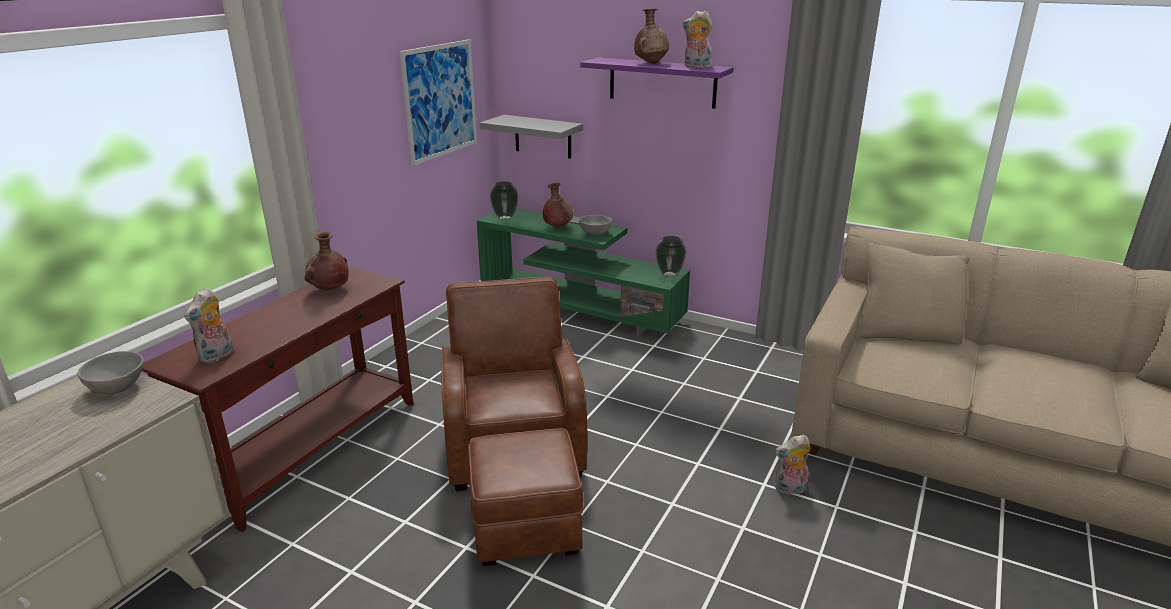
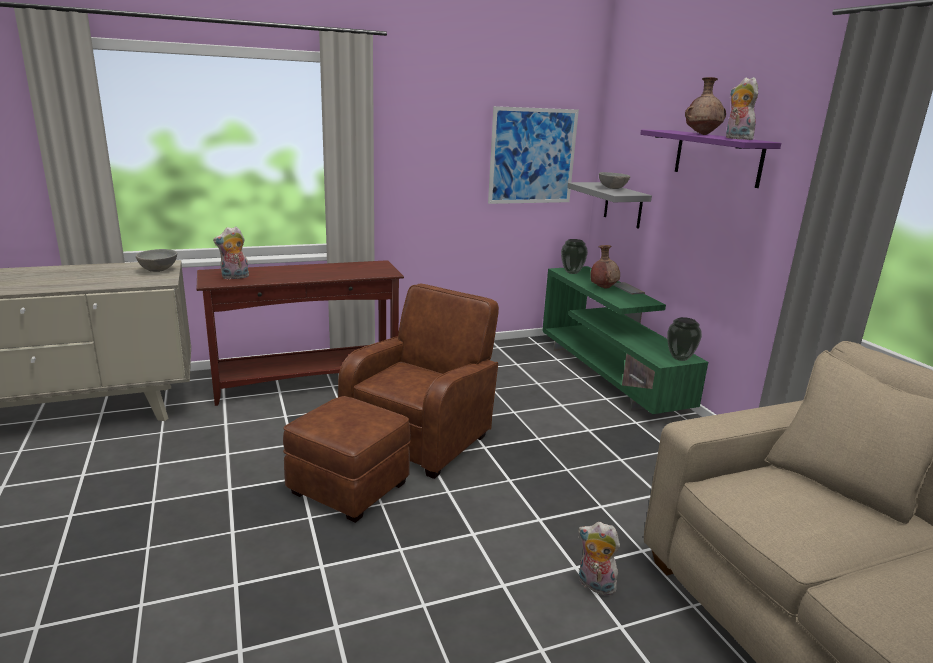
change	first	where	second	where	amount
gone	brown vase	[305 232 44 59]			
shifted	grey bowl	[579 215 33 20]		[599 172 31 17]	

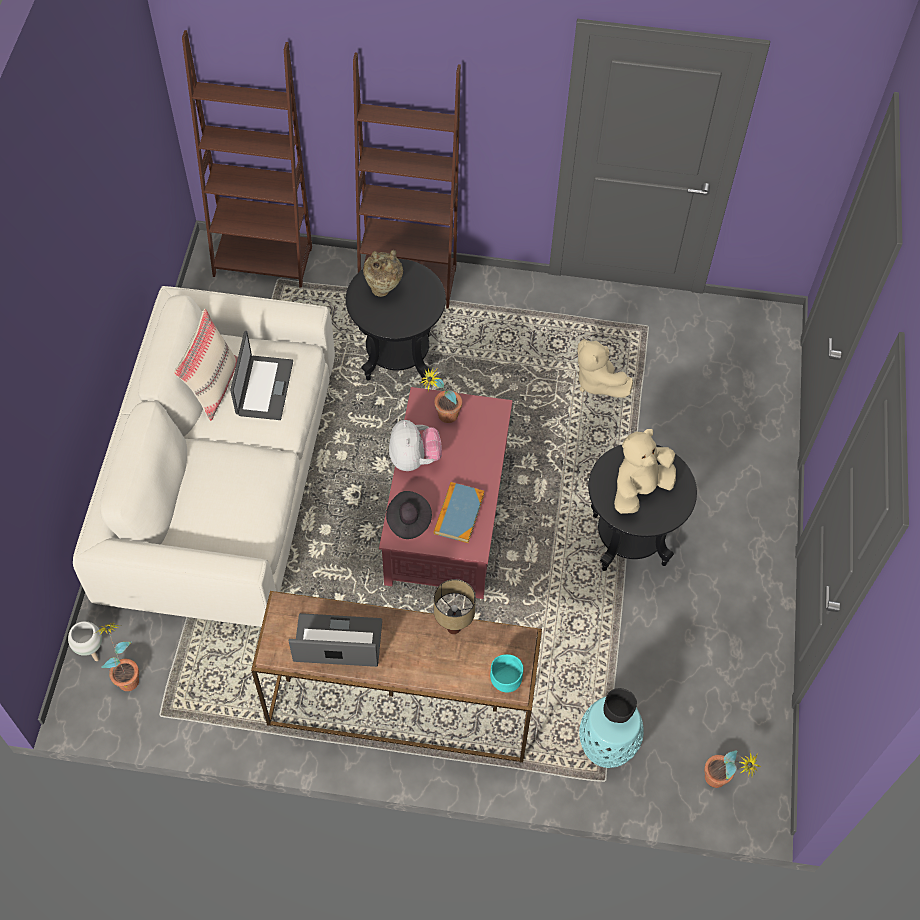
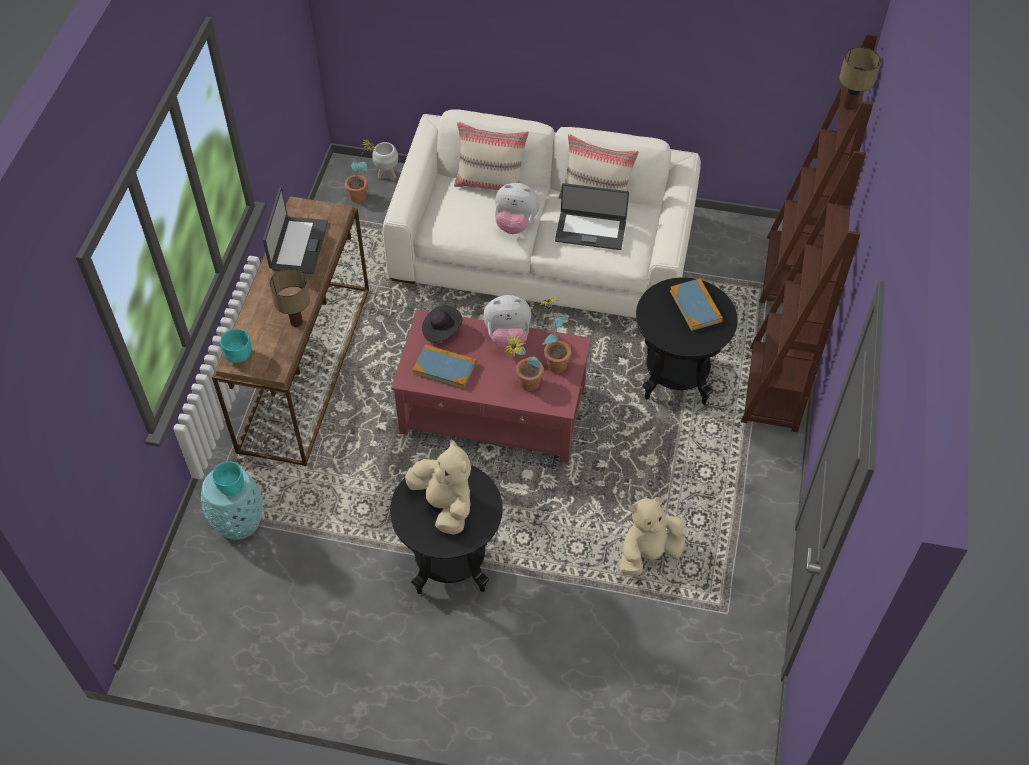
change	first	where	second	where	amount
swapped	beige vase	[363 250 40 47]	book	[670 279 53 52]	
repainted	black bowl	[604 688 33 35]	turquoise bowl	[212 461 32 35]	
shifted	potted plant	[704 750 57 38]		[505 334 39 57]	
new			beige pillow	[454 121 75 69]	
new			plush toy	[495 183 44 51]	
new			table lamp	[839 47 42 63]	

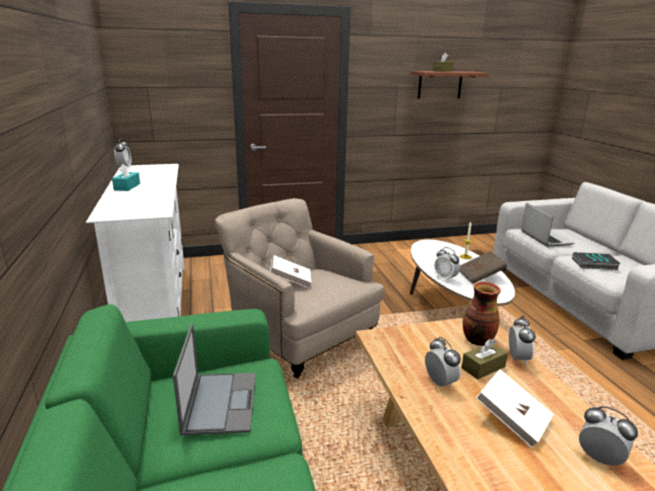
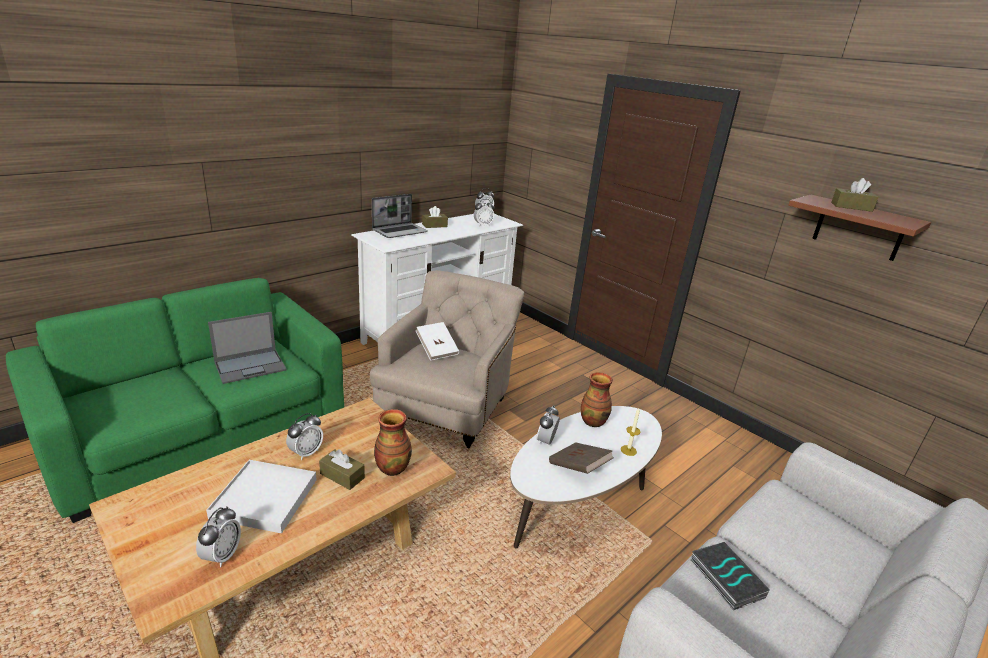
change	first	where	second	where	amount
repainted	turquoise tissue box	[112 164 28 27]	brown tissue box	[422 206 26 22]	
swapped	white book	[476 369 78 79]	white tray	[206 460 110 73]	
shifted	alarm clock	[509 316 27 49]		[474 199 21 27]	
shifted	laptop	[521 203 54 44]		[372 194 56 44]	
new			vase	[581 372 32 55]	

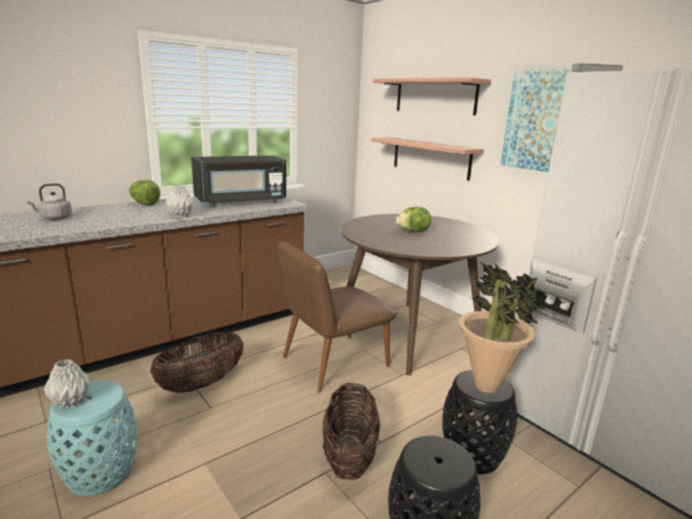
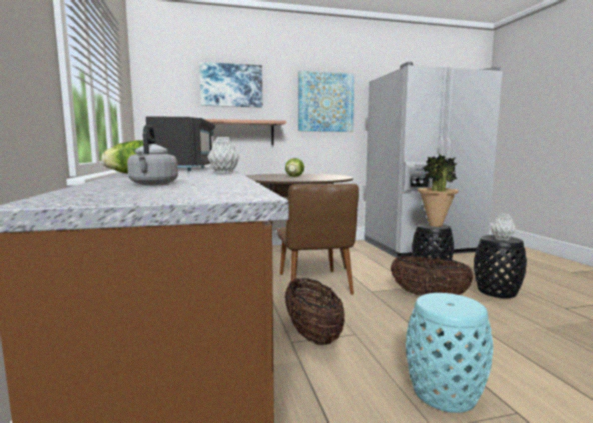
change	first	where	second	where	amount
shifted	grey vase	[44 359 47 50]		[490 213 26 28]	
swapped	shelf	[373 78 118 37]	picture	[199 62 63 45]	

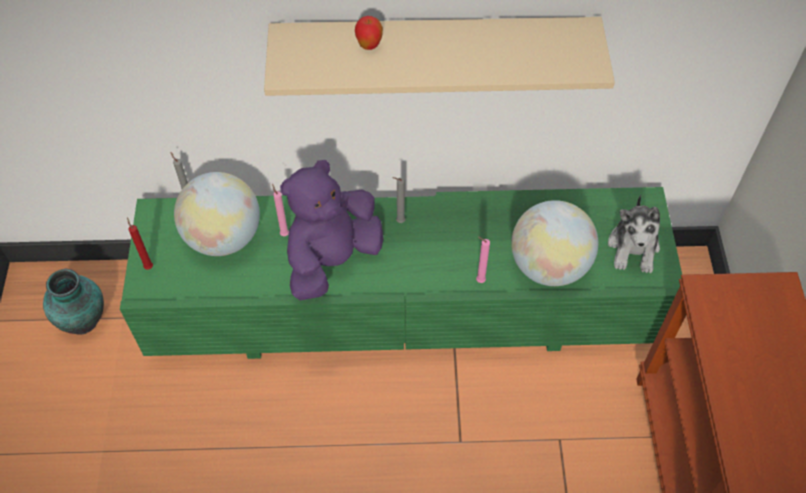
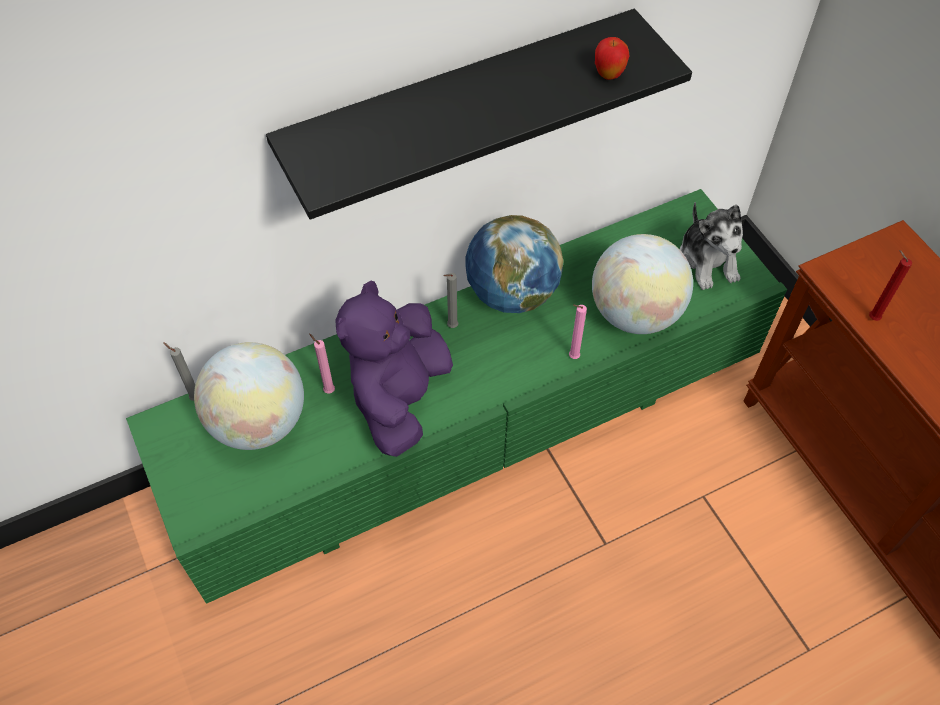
change	first	where	second	where	amount
gone	vase	[43 268 61 66]			
shifted	red candle	[127 218 26 52]		[869 250 43 71]	
repainted	beige shelf	[264 17 351 79]	black shelf	[266 9 426 211]	
shifted	apple	[355 16 28 34]		[595 37 34 43]	
new			globe	[466 215 98 98]	

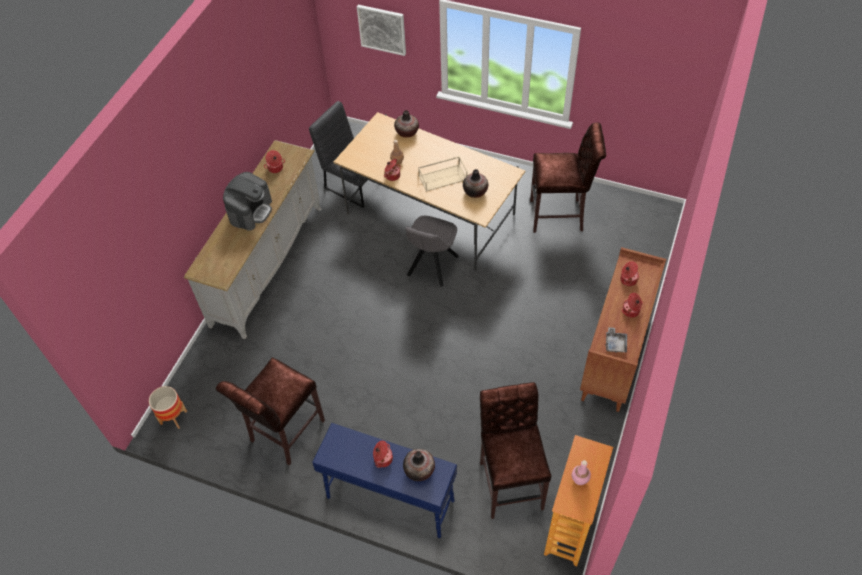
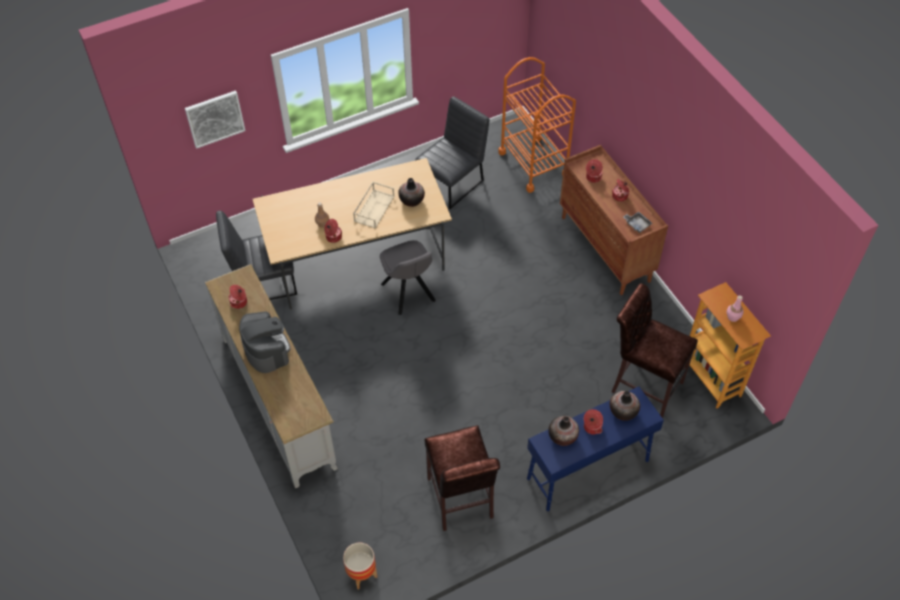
change	first	where	second	where	amount
shifted	vase	[394 110 25 28]		[548 416 31 30]	
swapped	brown stool	[530 122 76 111]	grey chair	[415 96 75 113]	
new			orange cart	[498 57 78 136]	

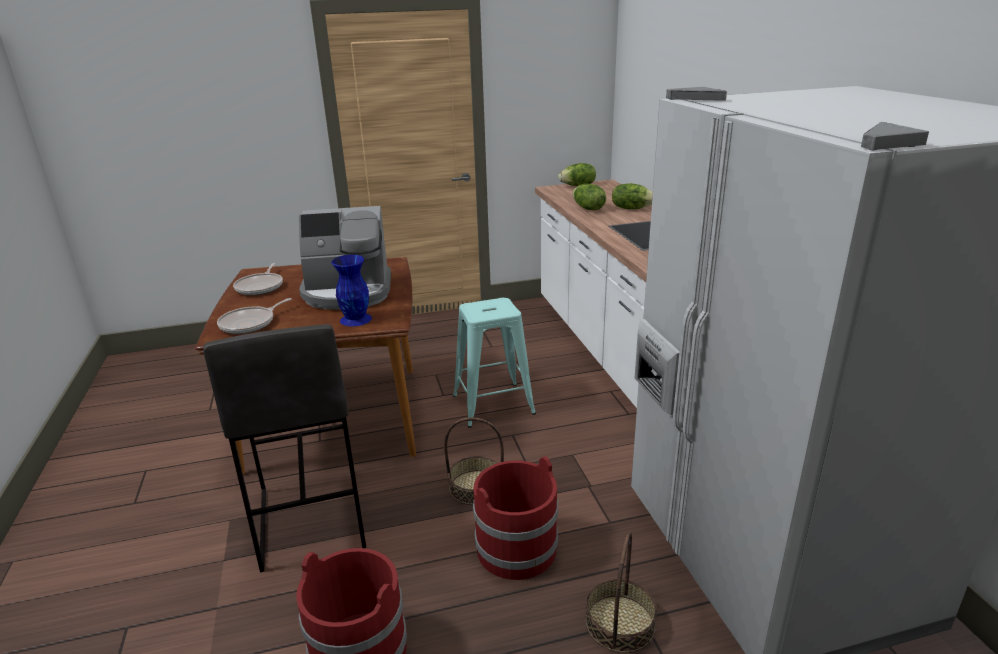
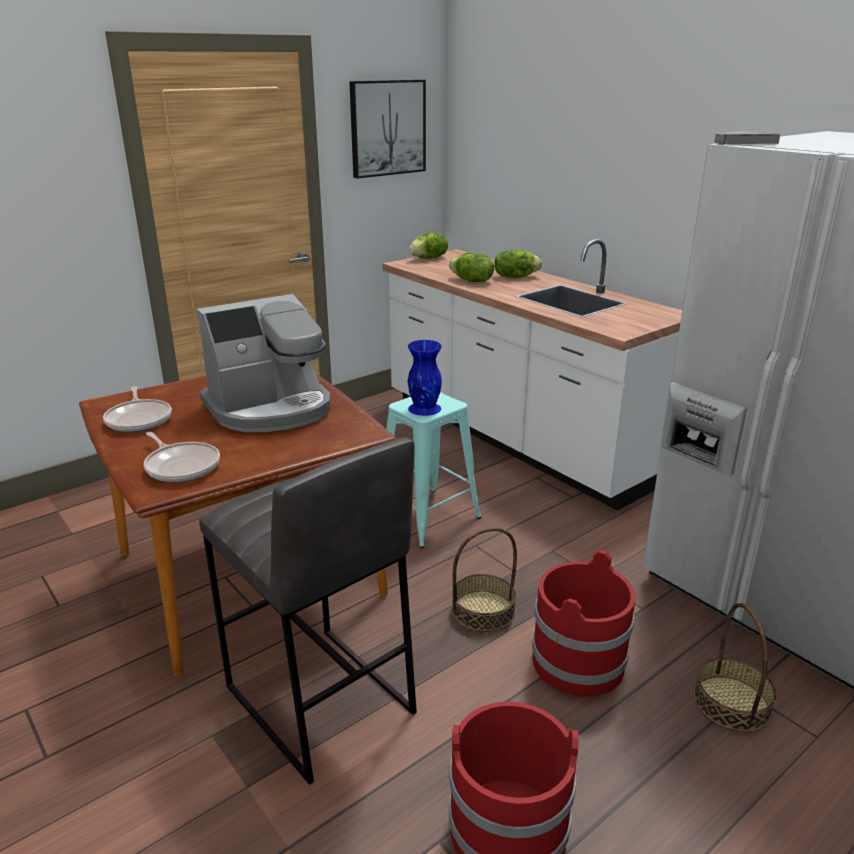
change	first	where	second	where	amount
rotated	frying pan	[217 298 75 36]		[144 432 76 50]	60 degrees counterclockwise
shifted	blue vase	[331 255 41 71]		[408 340 34 76]	
new			picture	[349 80 77 99]	

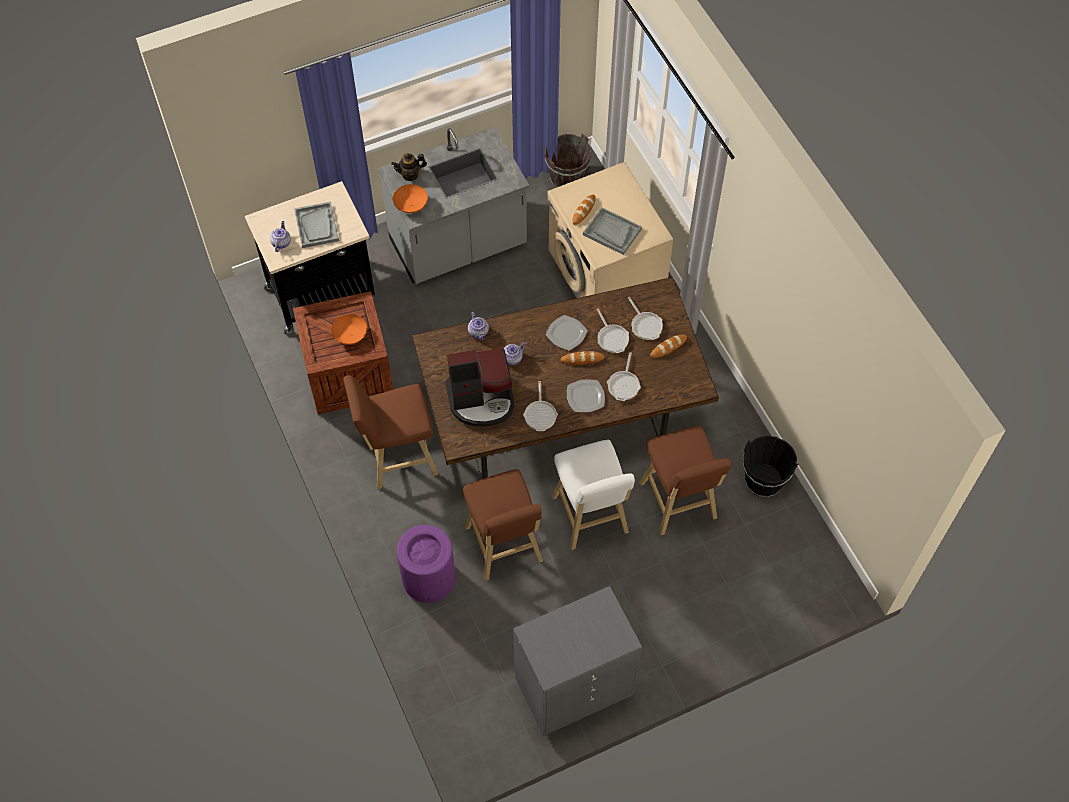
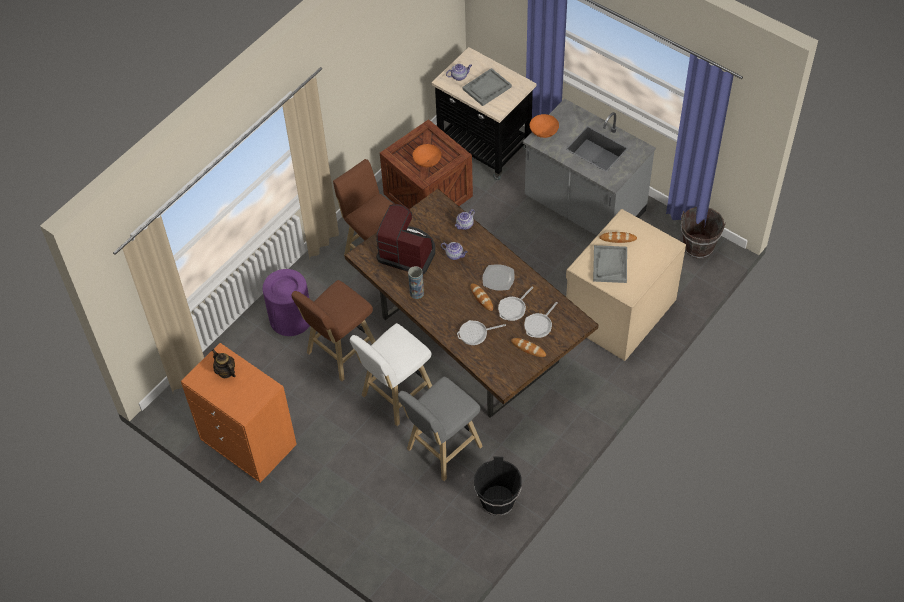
change	first	where	second	where	amount
shifted	teapot	[391 153 36 28]		[212 349 24 29]	
rotated	coffee machine	[445 348 69 79]		[376 204 59 70]	150 degrees clockwise
repainted	grey cabinet	[513 586 129 150]	orange cabinet	[181 343 116 140]	
swapped	frying pan	[523 381 35 50]	vase	[408 266 16 33]	
gone	plate	[567 380 38 32]			
repainted	brown stool	[639 425 92 110]	grey stool	[398 376 85 105]	

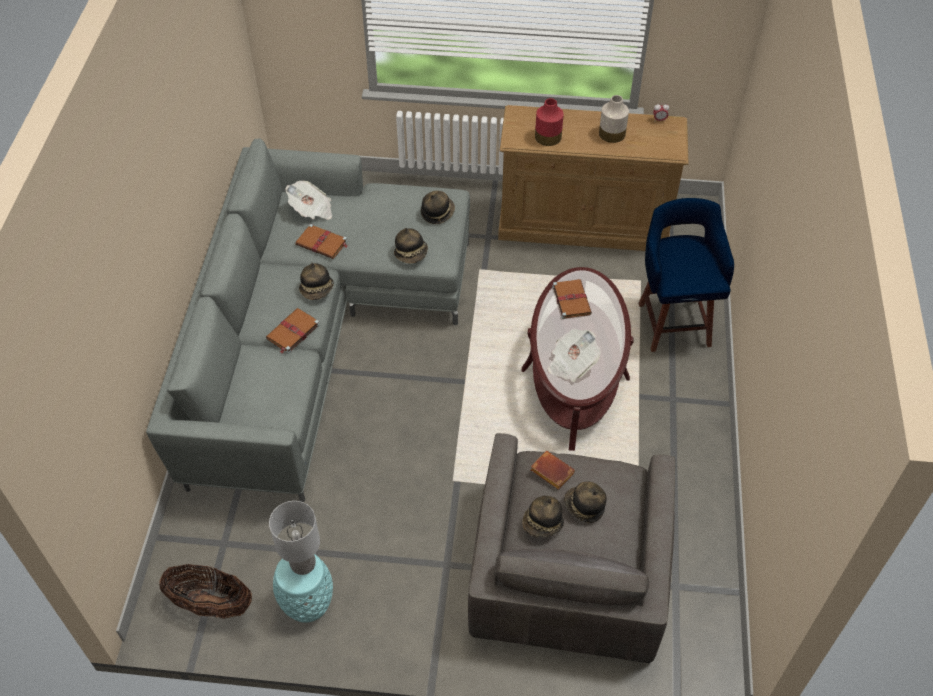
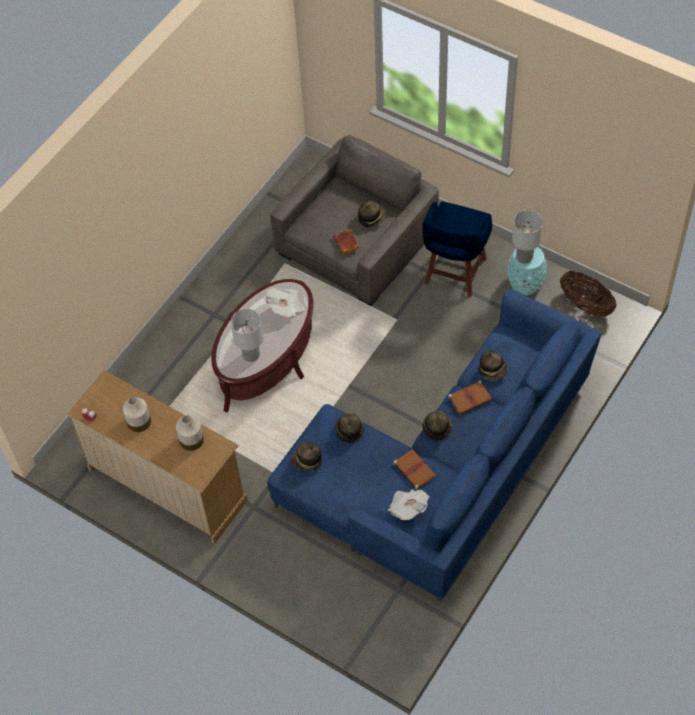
change	first	where	second	where	amount
repainted	grey sofa	[146 139 324 363]	blue sofa	[267 289 334 312]	
repainted	red vase	[535 98 29 48]	beige vase	[176 415 28 36]	
swapped	brown book	[552 279 40 40]	grey table lamp	[231 309 33 53]	
shifted	hat	[564 482 43 41]		[478 351 30 30]	
shifted	blue stool	[638 198 96 154]		[423 202 69 95]	

